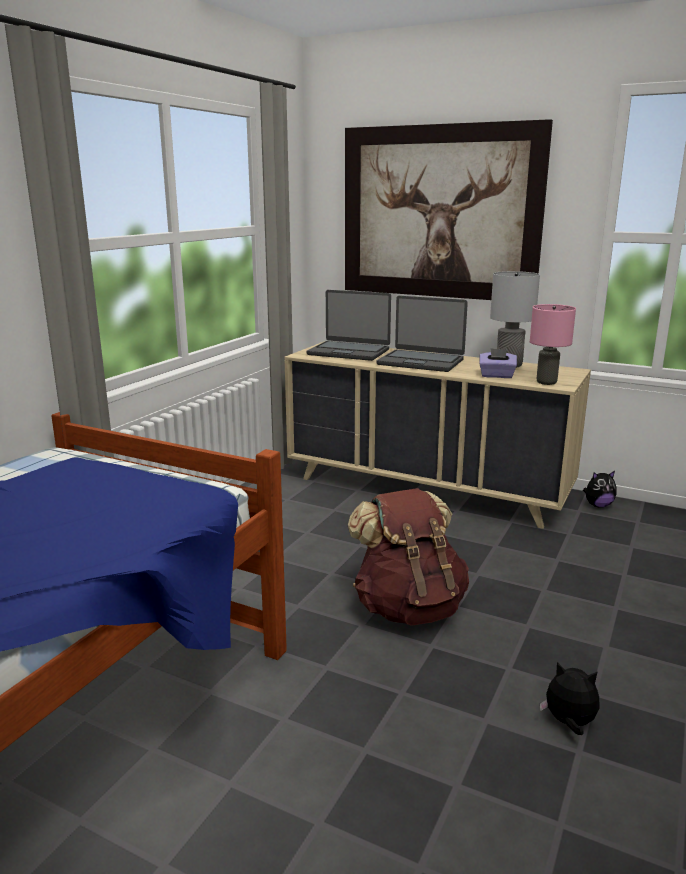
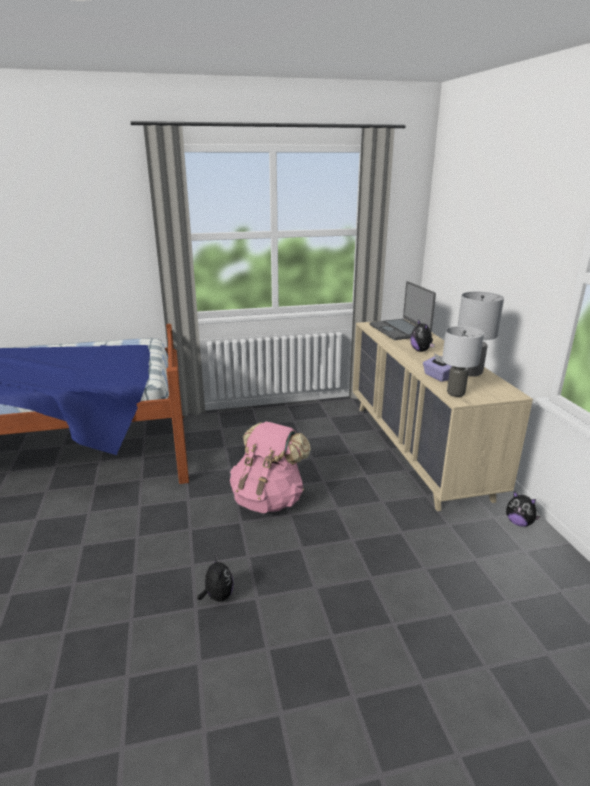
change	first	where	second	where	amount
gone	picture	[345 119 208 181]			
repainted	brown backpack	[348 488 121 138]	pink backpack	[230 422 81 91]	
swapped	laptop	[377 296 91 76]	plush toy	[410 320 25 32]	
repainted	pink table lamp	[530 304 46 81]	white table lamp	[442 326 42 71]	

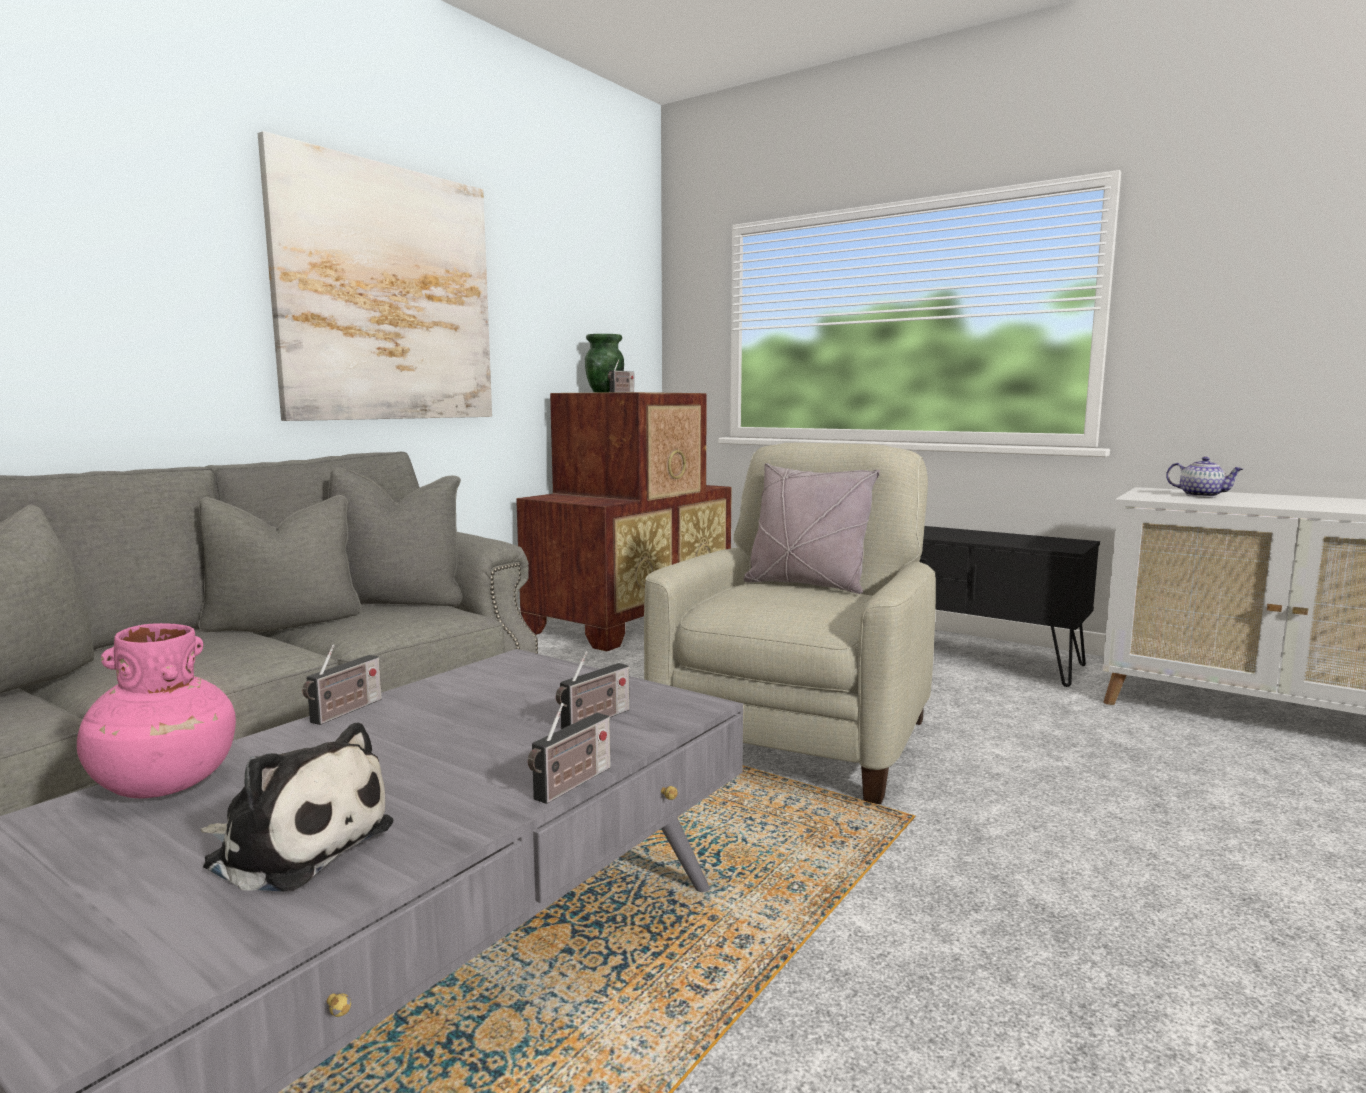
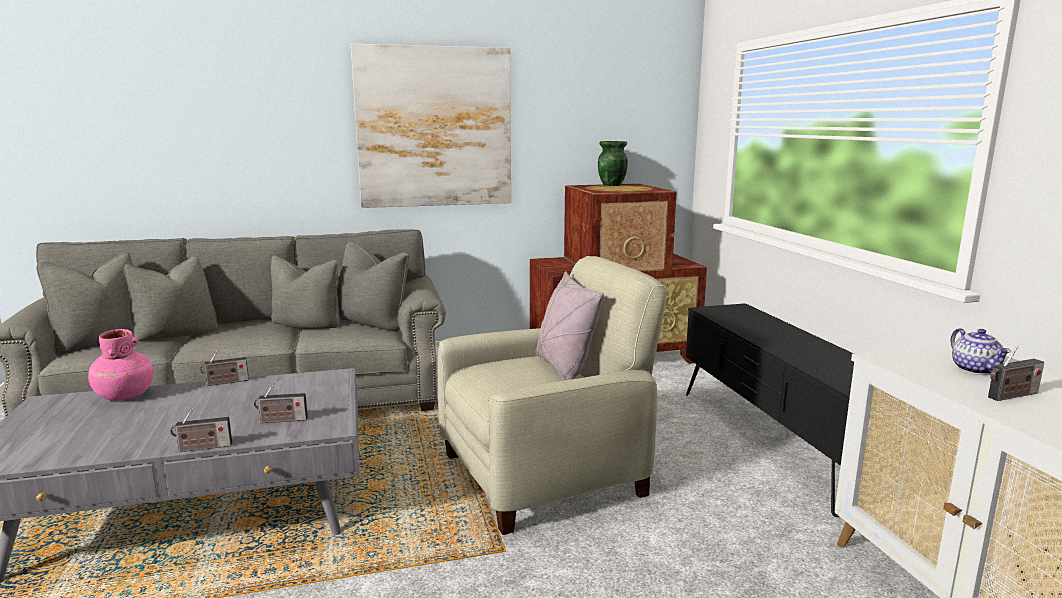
change	first	where	second	where	amount
gone	plush toy	[201 723 192 169]			
shifted	radio	[608 359 26 33]		[988 346 56 55]	

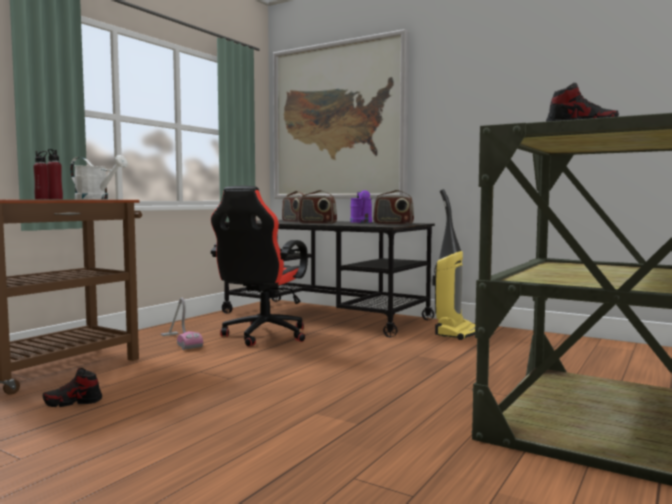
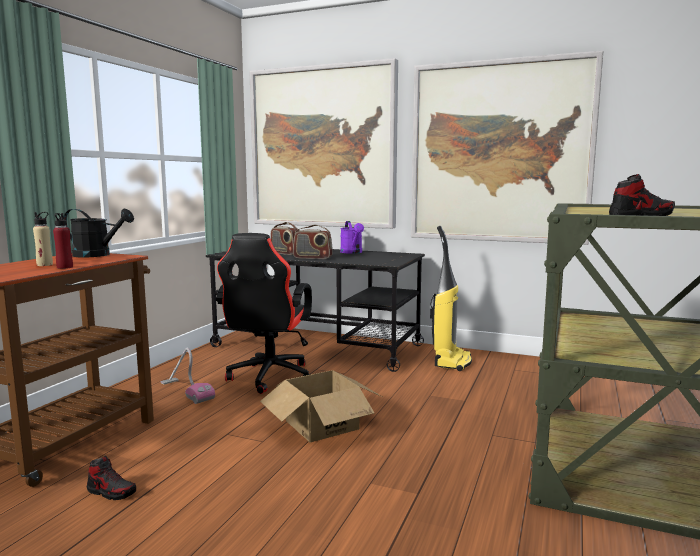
change	first	where	second	where	amount
repainted	red bottle	[33 151 15 48]	beige bottle	[33 212 20 54]	
rotated	shoe	[43 368 59 39]		[87 456 49 44]	135 degrees counterclockwise
repainted	white watering can	[70 155 58 44]	black watering can	[64 209 70 49]	
gone	radio	[373 190 41 35]			
new			cardboard box	[260 370 122 73]	
new			picture	[411 50 192 195]	

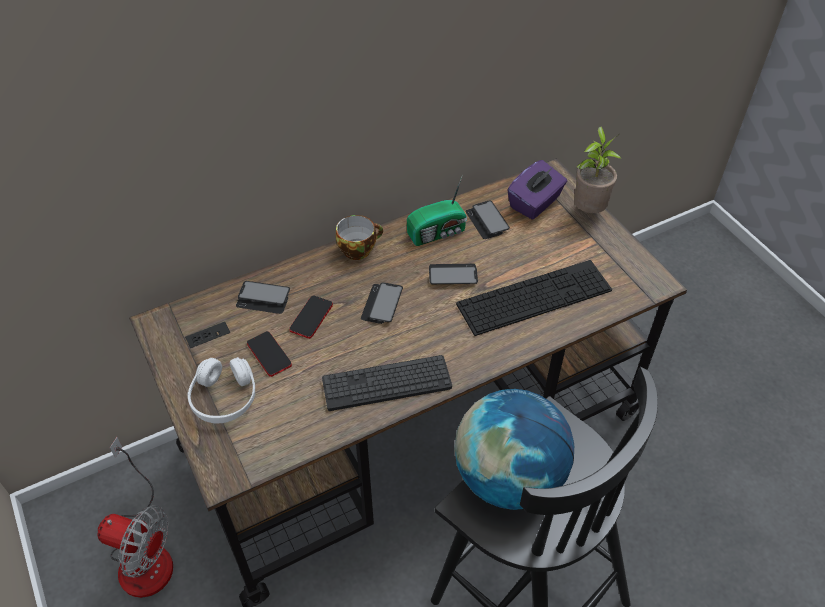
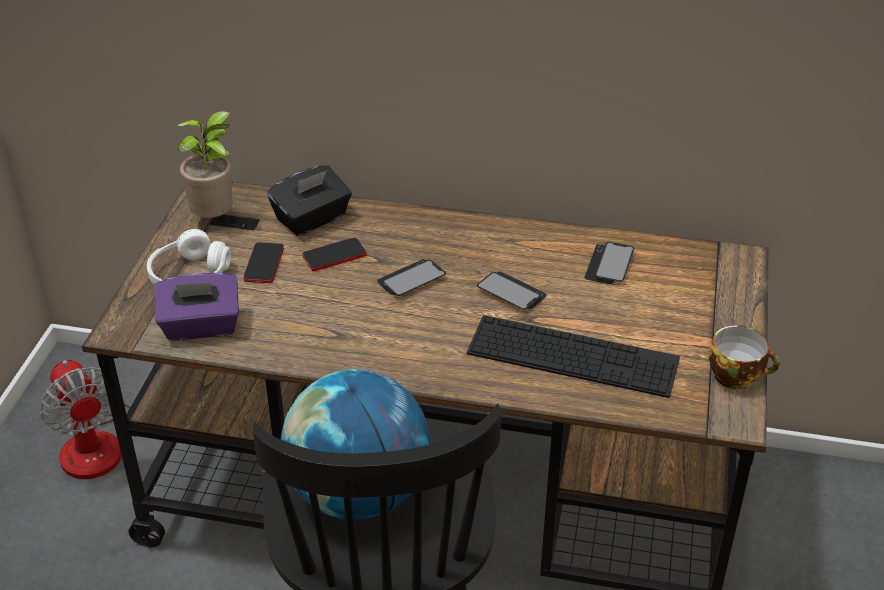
change	first	where	second	where	amount
swapped	phone	[236 281 54 33]	black tissue box	[267 165 85 71]	
gone	keyboard	[322 355 130 56]			
shifted	cup	[336 215 47 45]		[709 325 71 65]	
gone	radio	[407 174 60 72]			
shifted	purple tissue box	[507 160 60 60]		[154 273 85 68]	
shifted	potted plant	[574 126 48 87]		[177 111 58 107]	

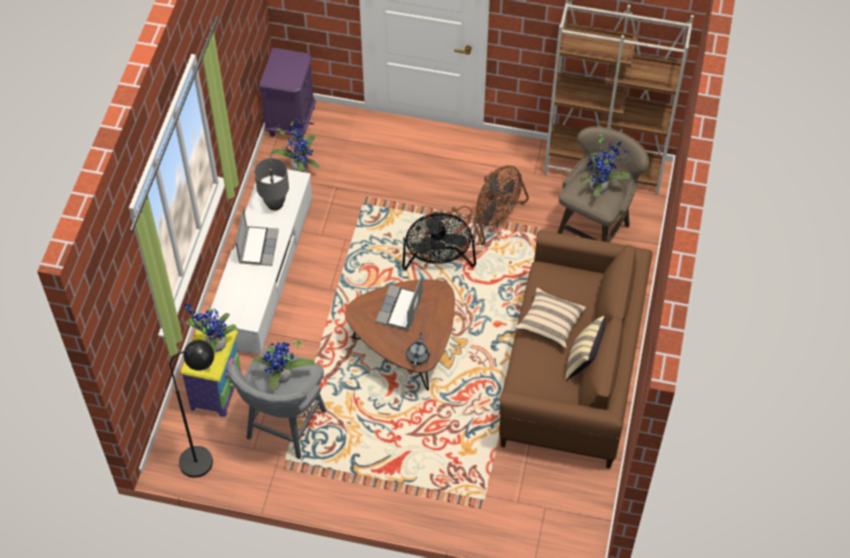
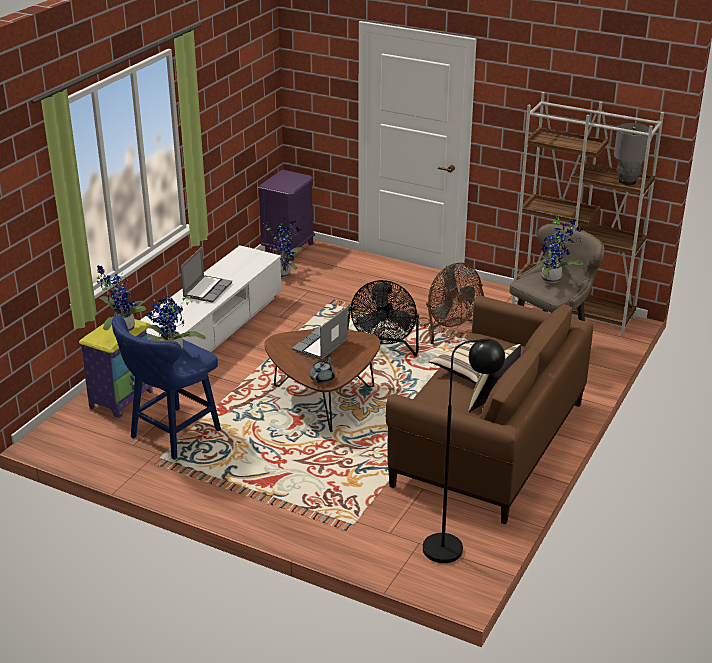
change	first	where	second	where	amount
shifted	black floor lamp	[169 340 45 138]		[423 338 82 225]	
repainted	grey stool	[227 347 100 112]	blue stool	[112 316 109 144]	
shifted	grey table lamp	[254 158 35 52]		[614 123 35 62]	

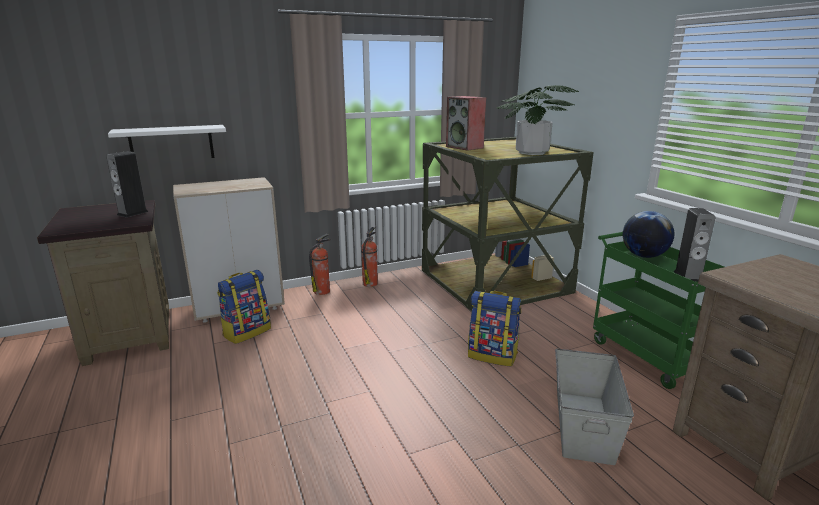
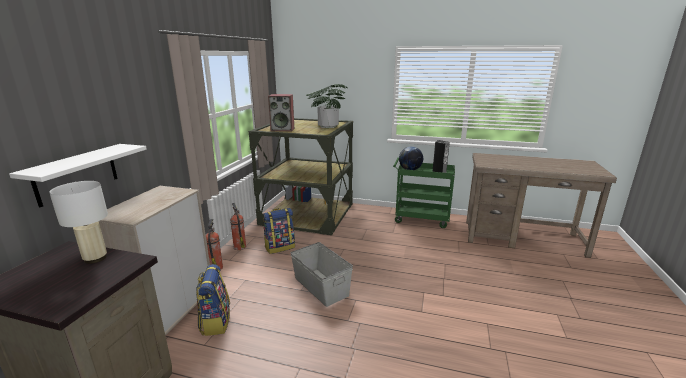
change	first	where	second	where	amount
swapped	speaker	[106 151 42 67]	white table lamp	[49 181 59 83]	
shifted	backpack	[468 291 53 76]		[263 208 32 46]	
shifted	grey storage box	[555 349 79 116]		[290 242 63 65]	

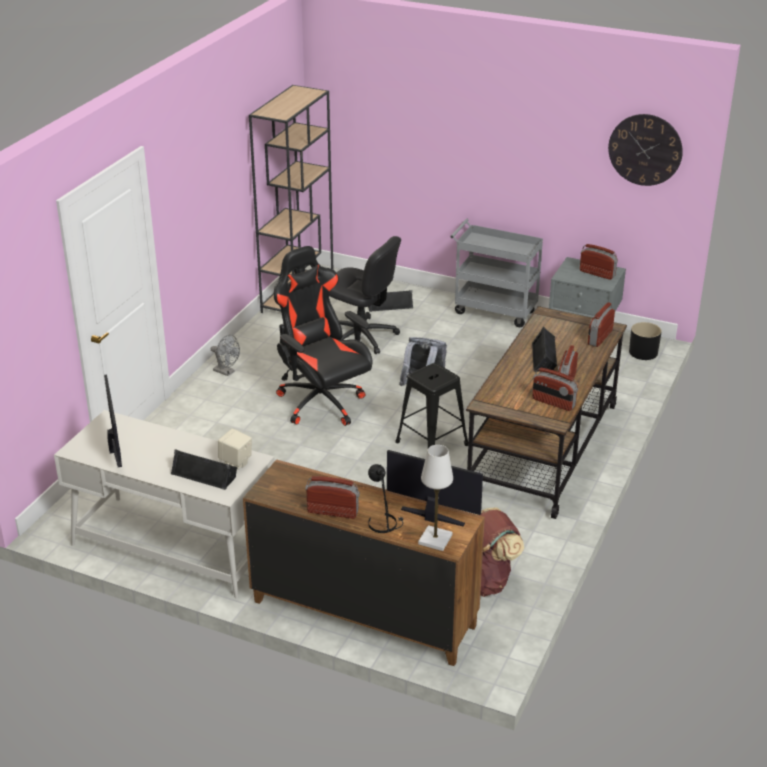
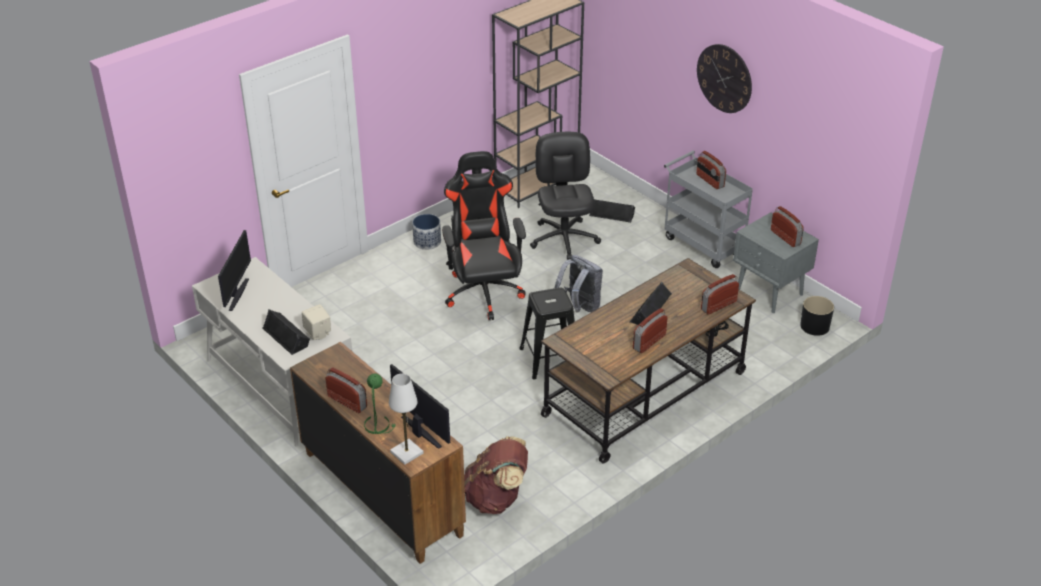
change	first	where	second	where	amount
swapped	grey fan	[211 335 29 41]	planter	[412 214 29 36]	
rotated	black office chair	[329 236 72 118]		[530 132 71 128]	150 degrees counterclockwise
repainted	black table lamp	[368 464 35 69]	green table lamp	[364 373 32 61]	
shifted	radio	[532 368 46 43]		[696 151 30 38]	
shifted	wall clock	[608 114 75 72]		[697 44 55 69]	

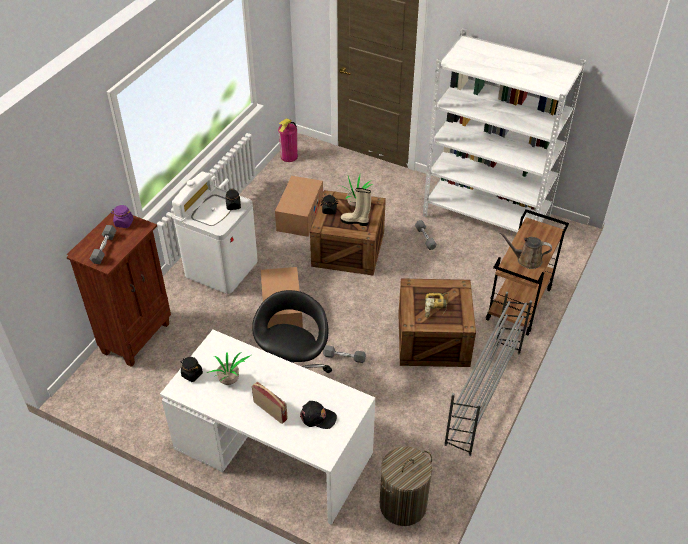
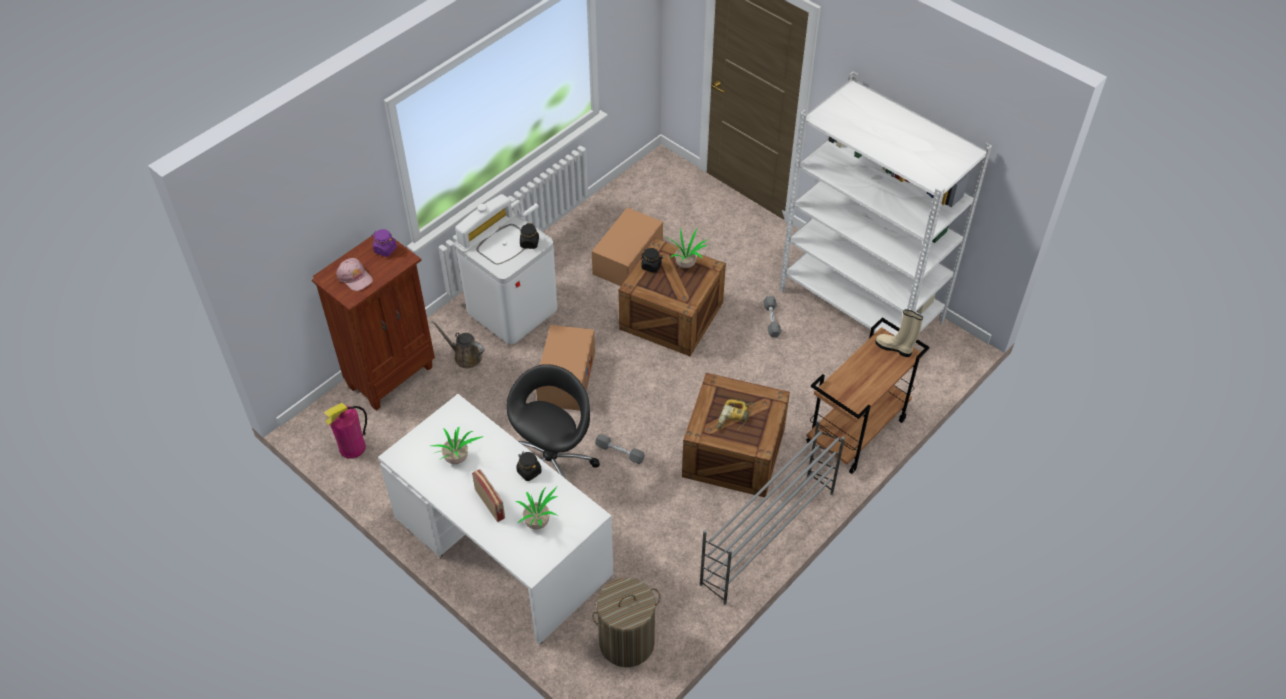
change	first	where	second	where	amount
swapped	grey dumbbell	[90 225 27 39]	pink cap	[336 258 37 33]	
shifted	black jar	[180 357 23 25]		[516 452 26 29]	
shifted	fire extinguisher	[278 118 20 44]		[324 403 43 56]	
swapped	black cap	[300 401 37 28]	potted plant	[515 487 43 43]	
shifted	beige boot	[341 188 30 38]		[875 309 48 48]	
shifted	brown watering can	[499 232 53 37]		[431 320 54 48]	

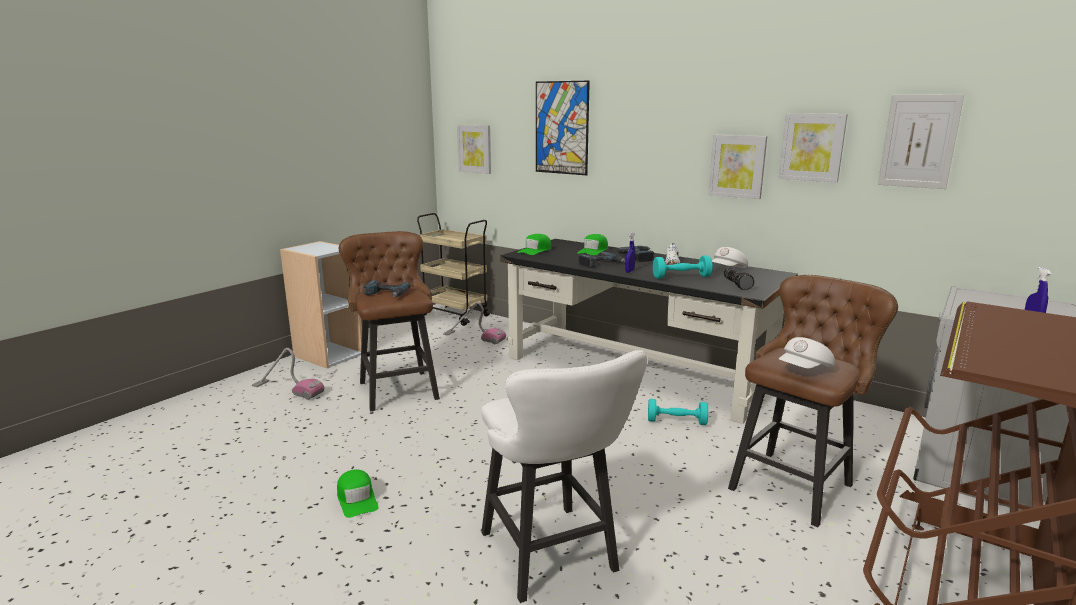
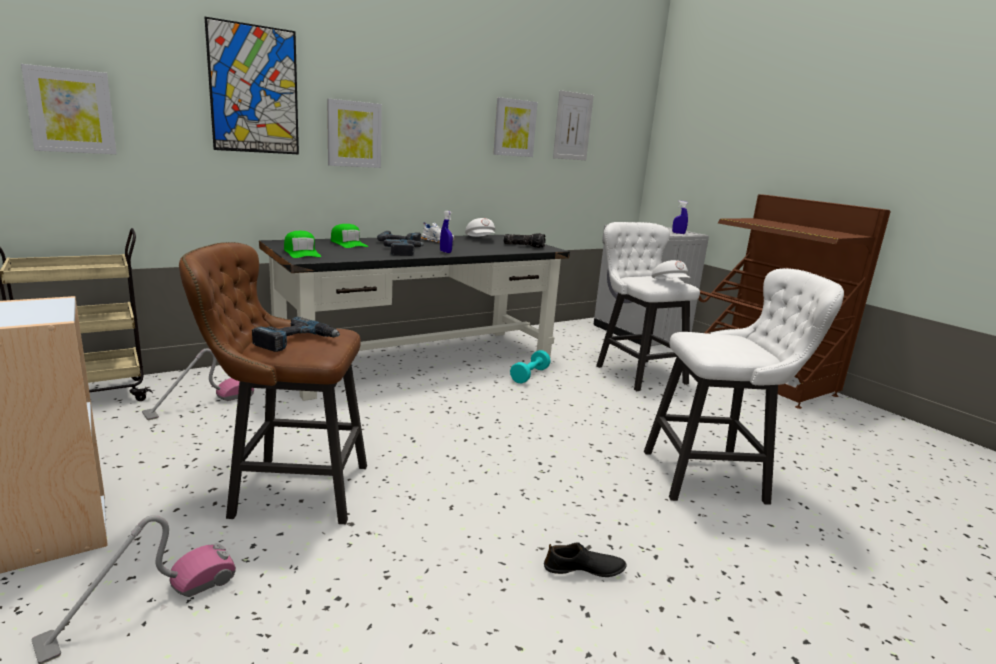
change	first	where	second	where	amount
swapped	green cap	[337 469 41 49]	black shoe	[544 542 83 35]	
gone	turquoise dumbbell	[653 255 60 24]			
shifted	picture	[708 135 59 64]		[327 99 55 69]	
repainted	brown stool	[728 275 170 252]	white stool	[596 222 104 169]	

